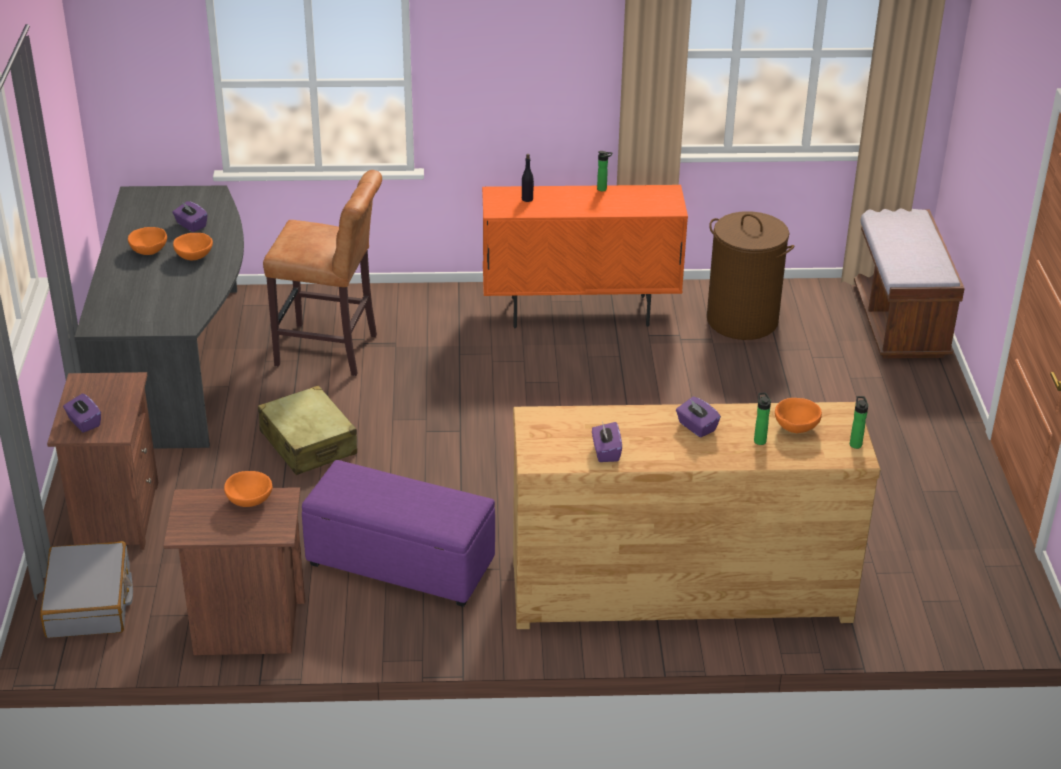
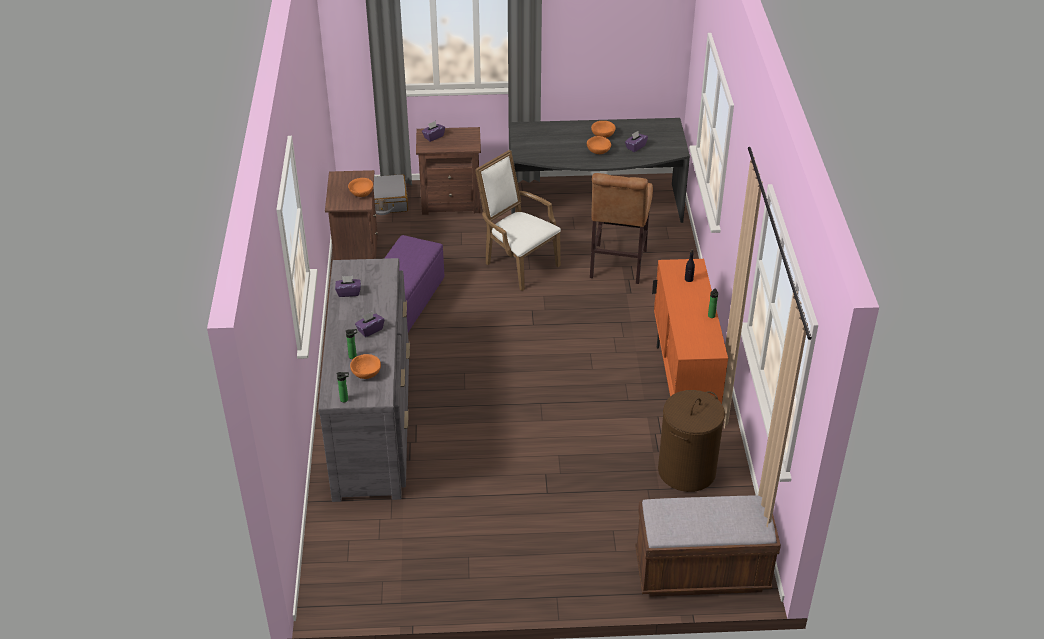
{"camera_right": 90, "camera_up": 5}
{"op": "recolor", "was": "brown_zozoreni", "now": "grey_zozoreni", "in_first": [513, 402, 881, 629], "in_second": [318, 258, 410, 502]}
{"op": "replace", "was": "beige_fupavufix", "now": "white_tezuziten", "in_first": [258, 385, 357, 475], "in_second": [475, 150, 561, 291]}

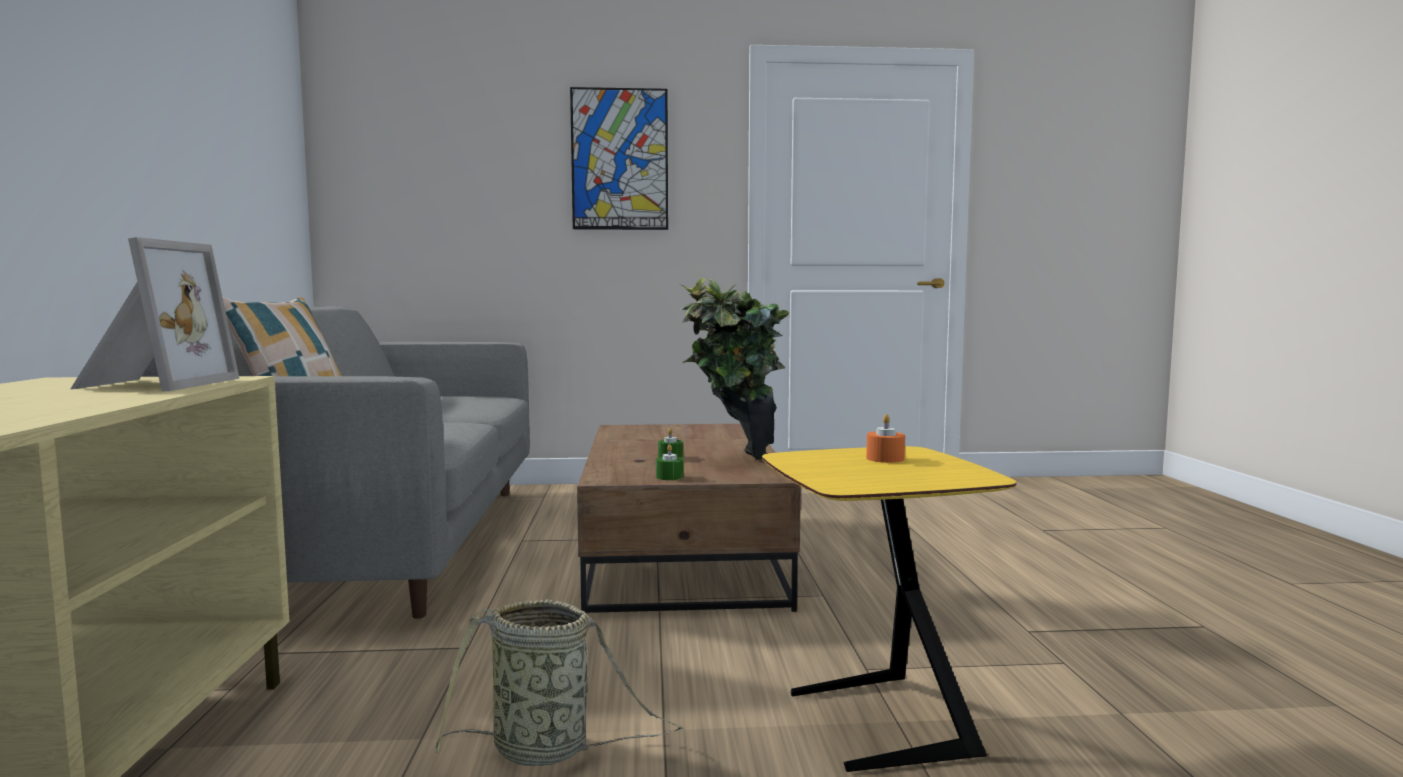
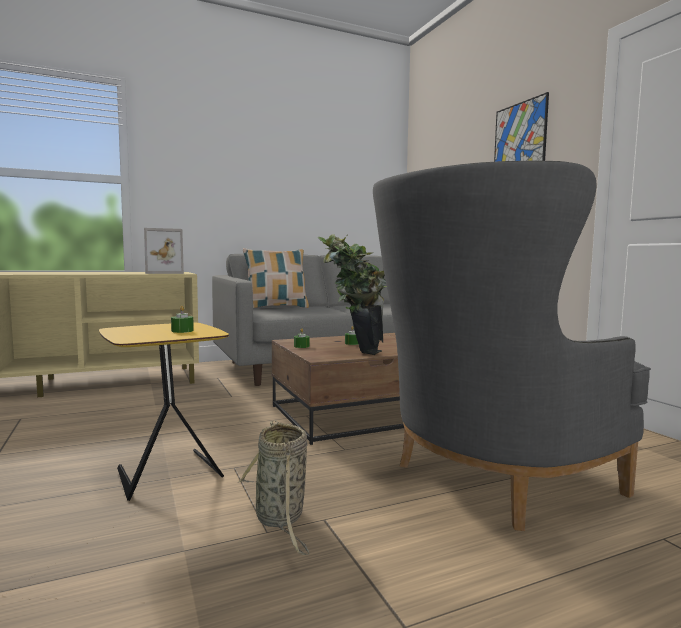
{"camera_right": 70, "camera_up": 0}
{"op": "recolor", "was": "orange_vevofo", "now": "green_vevofo", "in_first": [866, 414, 905, 463], "in_second": [171, 306, 194, 333]}
{"op": "move", "was": "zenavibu", "in_first": [435, 599, 684, 766], "in_second": [237, 420, 310, 555]}
{"op": "insert", "now": "grey_tezuziten", "in_second": [373, 161, 651, 531]}

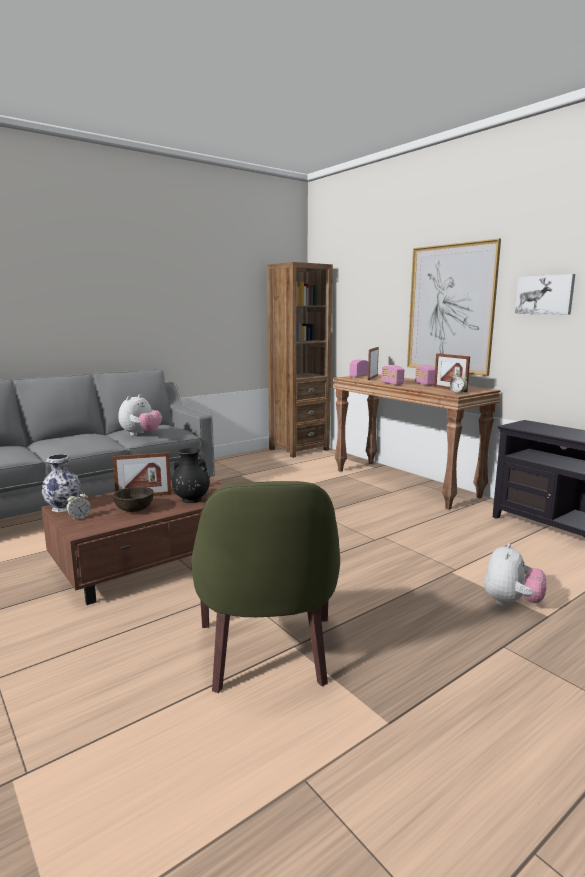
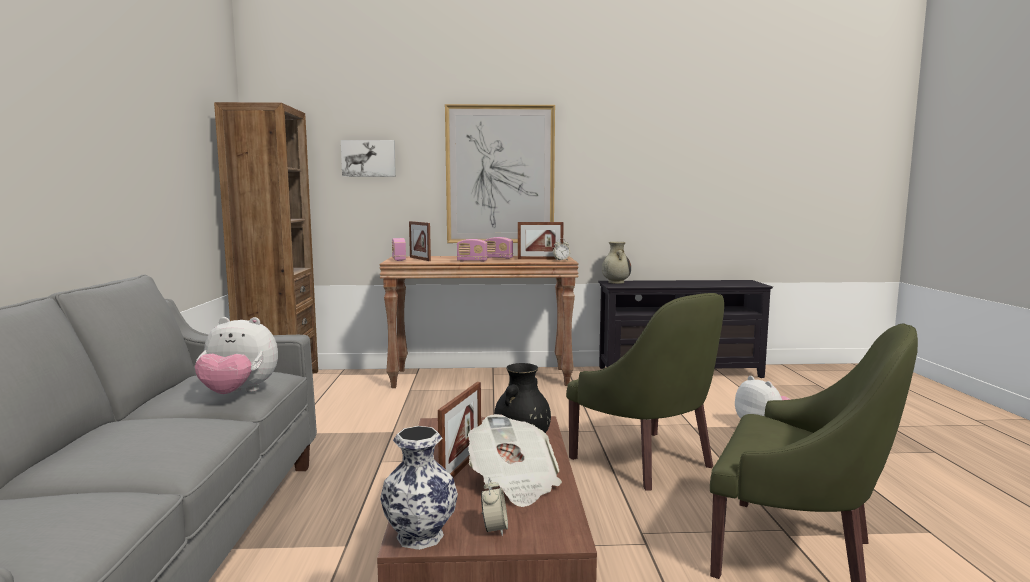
{"camera_right": -55, "camera_up": -5}
{"op": "rotate", "was": "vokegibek", "in_first": [119, 394, 162, 436], "in_second": [194, 317, 278, 394], "clockwise": 120}
{"op": "move", "was": "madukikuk", "in_first": [515, 274, 575, 314], "in_second": [341, 140, 396, 177]}
{"op": "replace", "was": "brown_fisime", "now": "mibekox", "in_first": [113, 487, 154, 512], "in_second": [468, 414, 562, 507]}
{"op": "insert", "now": "green_tezuziten", "in_second": [566, 293, 724, 491]}
{"op": "insert", "now": "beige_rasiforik", "in_second": [602, 242, 631, 284]}

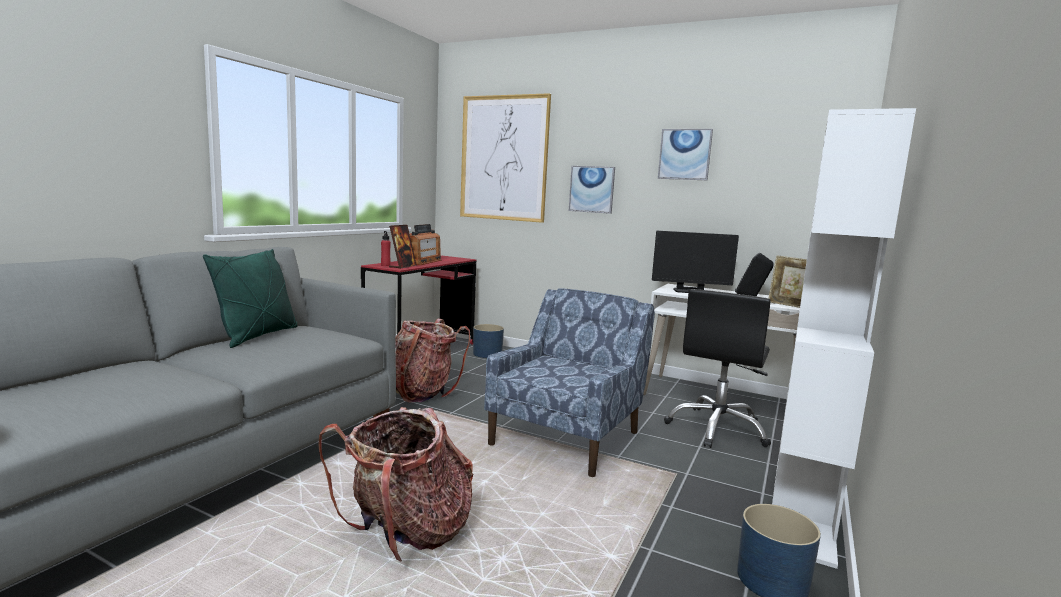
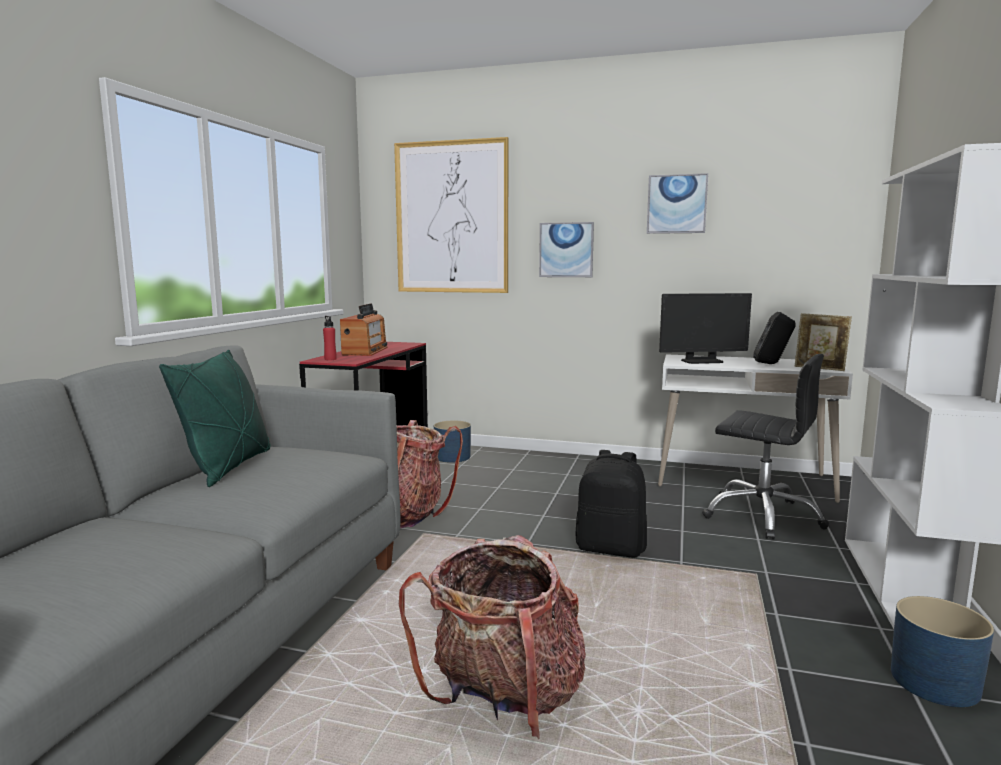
{"camera_right": -10, "camera_up": 0}
{"op": "replace", "was": "blue_tezuziten", "now": "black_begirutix", "in_first": [484, 288, 655, 477], "in_second": [575, 450, 647, 558]}
{"op": "rotate", "was": "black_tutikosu", "in_first": [664, 289, 771, 448], "in_second": [702, 354, 829, 540], "clockwise": -75}
{"op": "delete", "was": "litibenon", "in_first": [389, 225, 417, 269]}

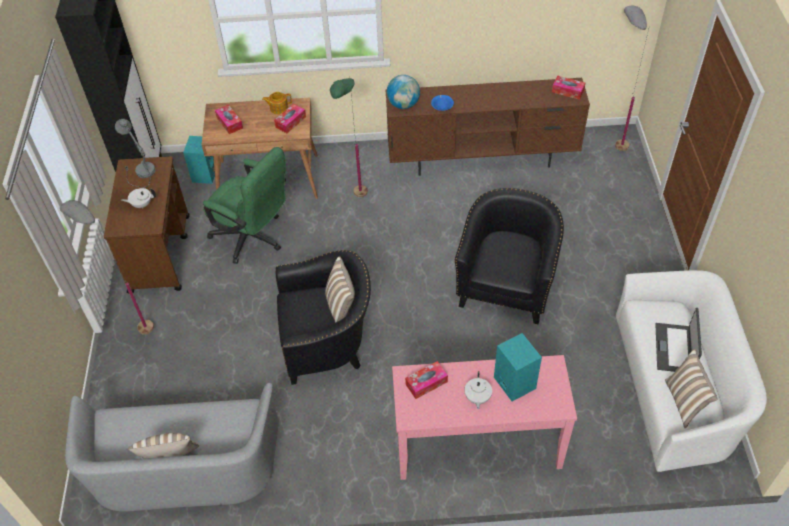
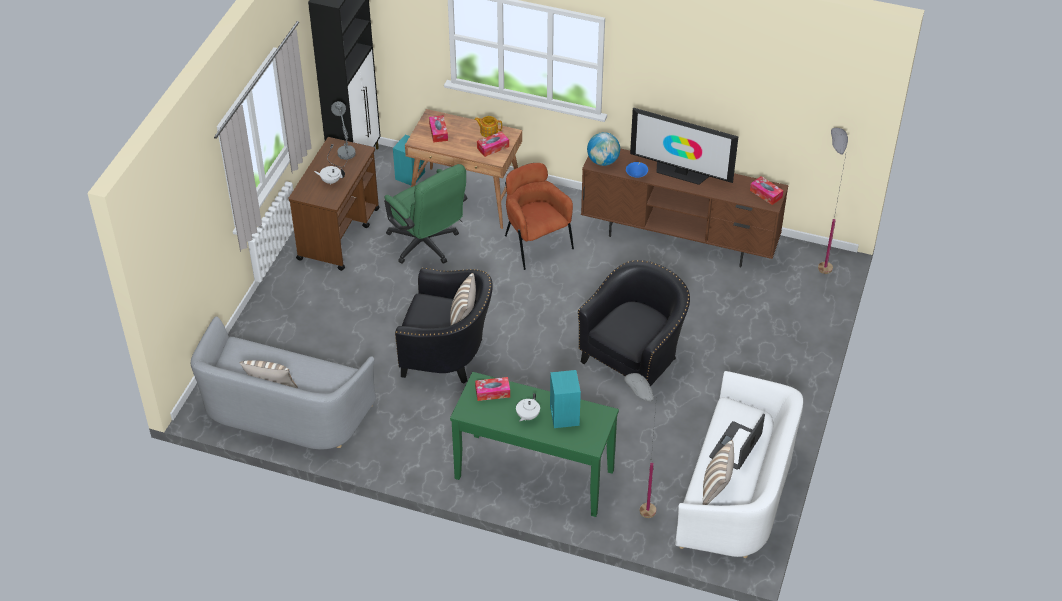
{"camera_right": 20, "camera_up": -5}
{"op": "recolor", "was": "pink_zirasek", "now": "green_zirasek", "in_first": [392, 355, 577, 480], "in_second": [450, 372, 619, 517]}
{"op": "replace", "was": "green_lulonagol", "now": "brown_tezuziten", "in_first": [330, 78, 368, 197], "in_second": [505, 163, 574, 270]}
{"op": "move", "was": "grey_lulonagol", "in_first": [60, 200, 154, 335], "in_second": [624, 373, 657, 518]}
{"op": "insert", "now": "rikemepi", "in_second": [630, 108, 738, 185]}

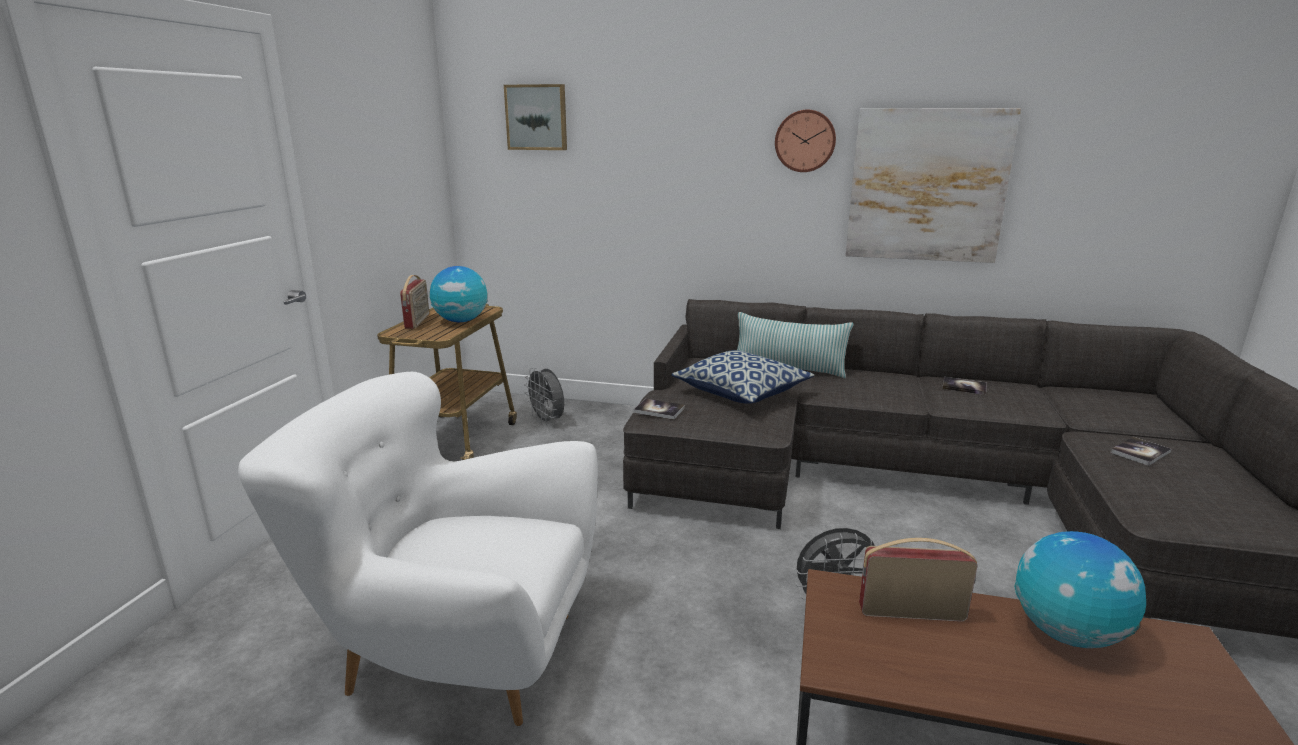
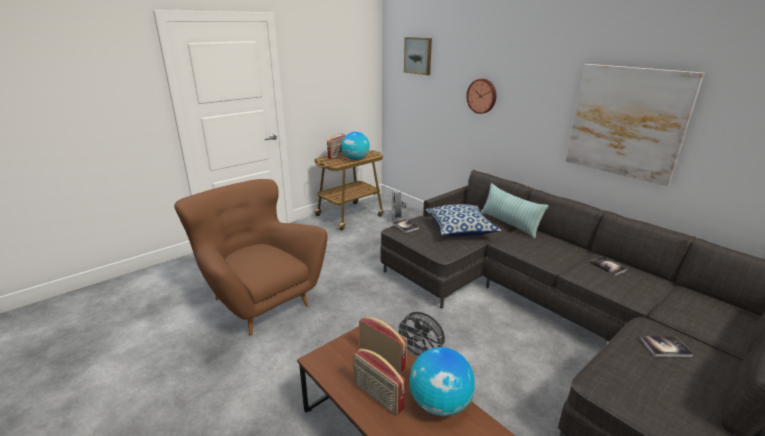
{"camera_right": 35, "camera_up": 5}
{"op": "recolor", "was": "white_tezuziten", "now": "brown_tezuziten", "in_first": [238, 372, 598, 726], "in_second": [174, 179, 327, 336]}
{"op": "insert", "now": "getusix", "in_second": [353, 348, 405, 415]}
{"op": "move", "was": "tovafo", "in_first": [775, 110, 836, 172], "in_second": [466, 79, 496, 114]}

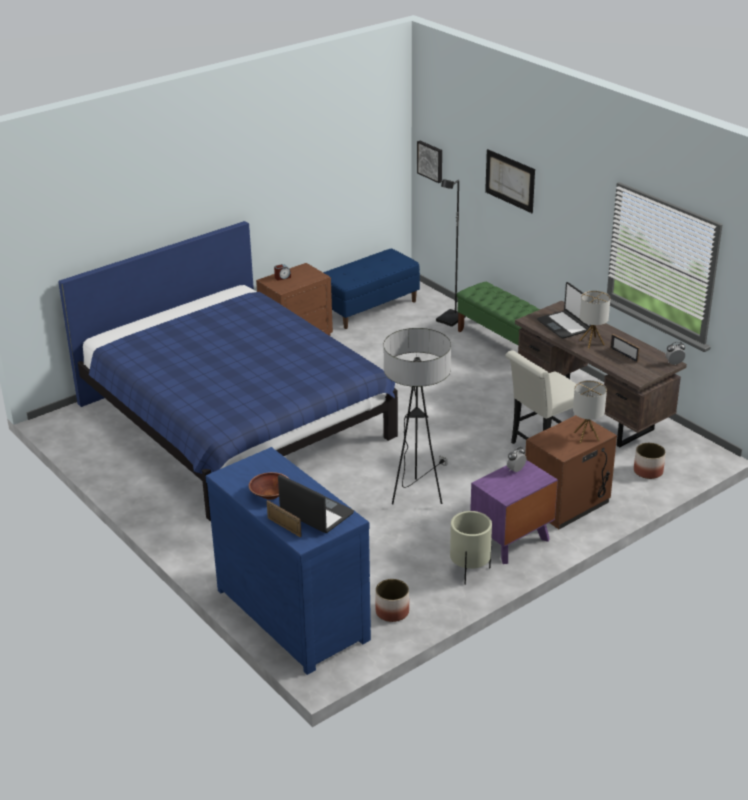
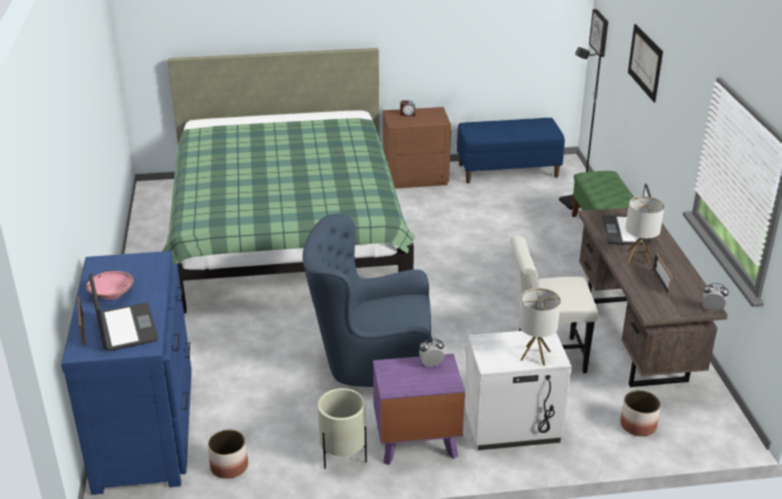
{"camera_right": 30, "camera_up": 0}
{"op": "recolor", "was": "brown_fisime", "now": "pink_fisime", "in_first": [249, 472, 288, 500], "in_second": [86, 271, 134, 300]}
{"op": "recolor", "was": "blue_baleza", "now": "green_baleza", "in_first": [58, 221, 398, 521], "in_second": [162, 48, 416, 313]}
{"op": "replace", "was": "lulonagol", "now": "blue_tezuziten", "in_first": [384, 328, 451, 505], "in_second": [303, 214, 433, 387]}
{"op": "recolor", "was": "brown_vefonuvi", "now": "white_vefonuvi", "in_first": [525, 415, 617, 529], "in_second": [464, 331, 572, 450]}

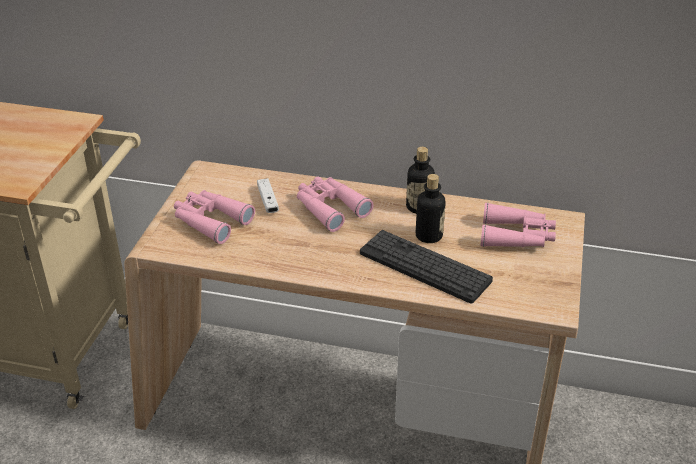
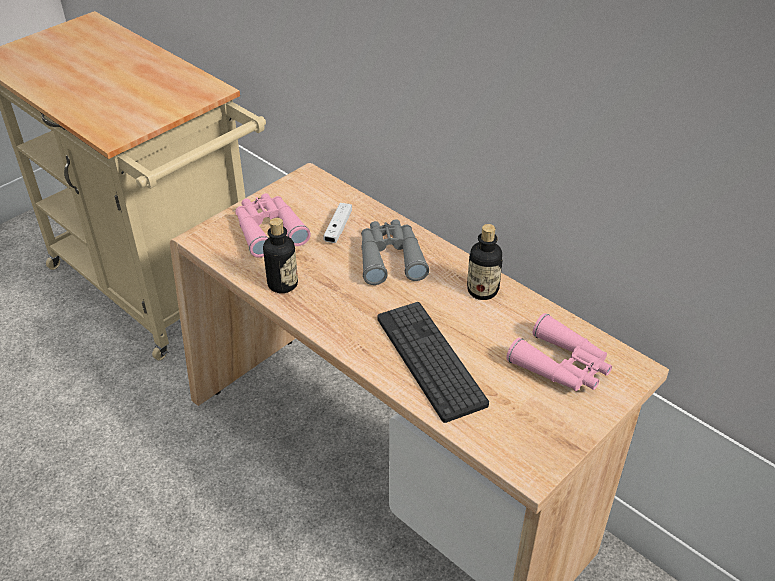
{"camera_right": 30, "camera_up": 5}
{"op": "move", "was": "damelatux", "in_first": [416, 174, 445, 243], "in_second": [263, 218, 298, 293]}
{"op": "recolor", "was": "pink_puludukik", "now": "grey_puludukik", "in_first": [297, 177, 374, 232], "in_second": [361, 219, 429, 285]}

